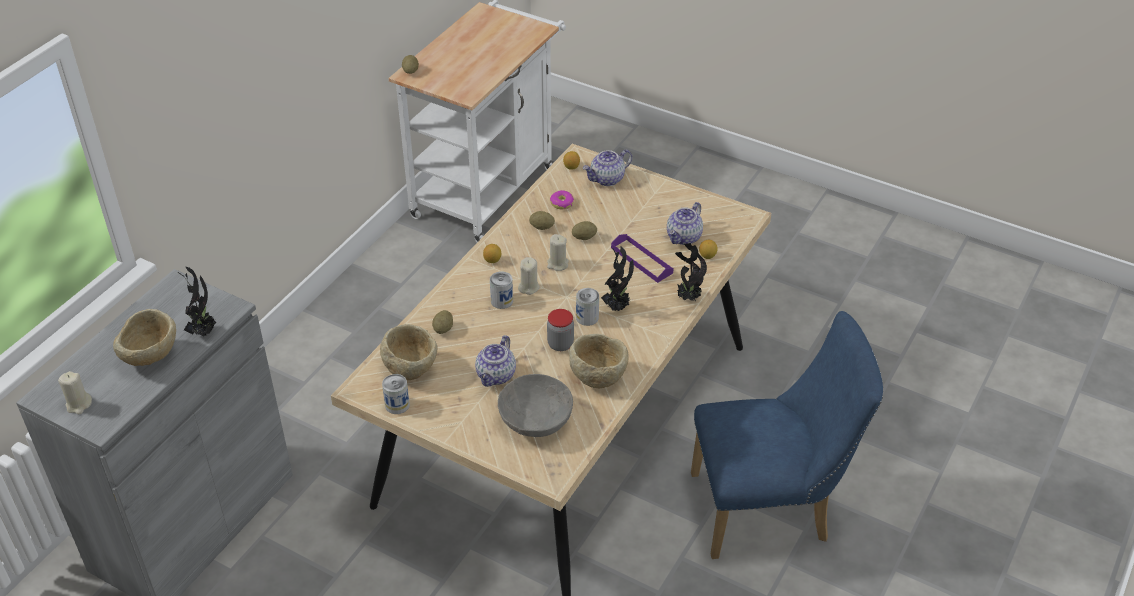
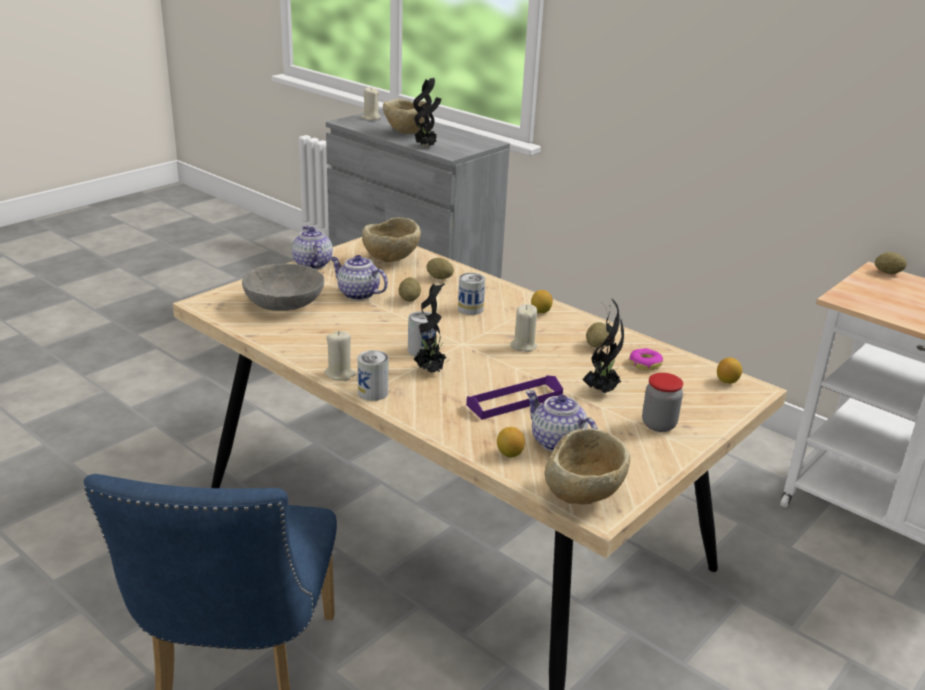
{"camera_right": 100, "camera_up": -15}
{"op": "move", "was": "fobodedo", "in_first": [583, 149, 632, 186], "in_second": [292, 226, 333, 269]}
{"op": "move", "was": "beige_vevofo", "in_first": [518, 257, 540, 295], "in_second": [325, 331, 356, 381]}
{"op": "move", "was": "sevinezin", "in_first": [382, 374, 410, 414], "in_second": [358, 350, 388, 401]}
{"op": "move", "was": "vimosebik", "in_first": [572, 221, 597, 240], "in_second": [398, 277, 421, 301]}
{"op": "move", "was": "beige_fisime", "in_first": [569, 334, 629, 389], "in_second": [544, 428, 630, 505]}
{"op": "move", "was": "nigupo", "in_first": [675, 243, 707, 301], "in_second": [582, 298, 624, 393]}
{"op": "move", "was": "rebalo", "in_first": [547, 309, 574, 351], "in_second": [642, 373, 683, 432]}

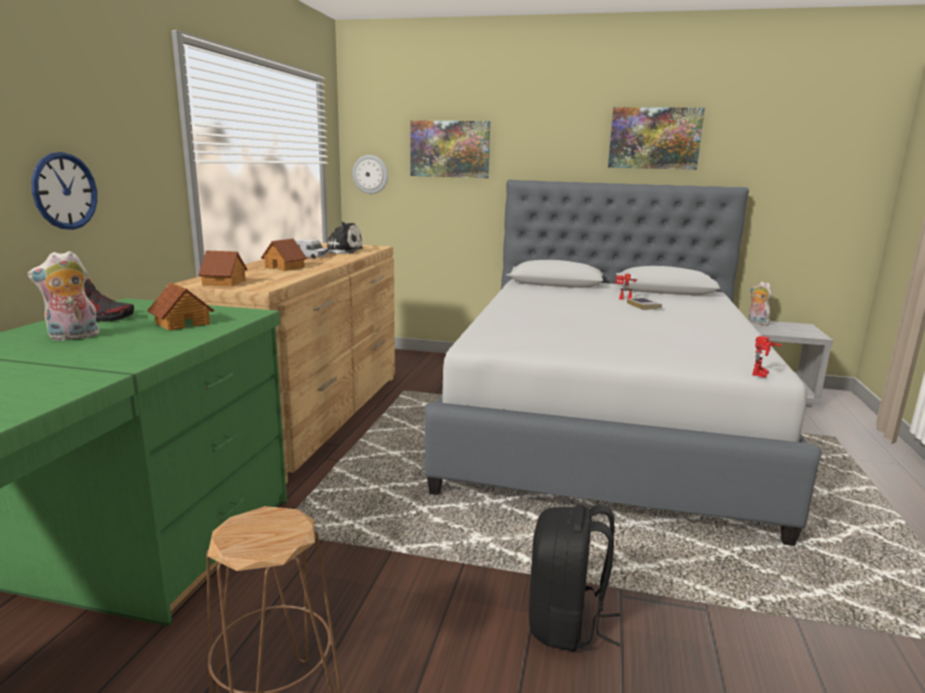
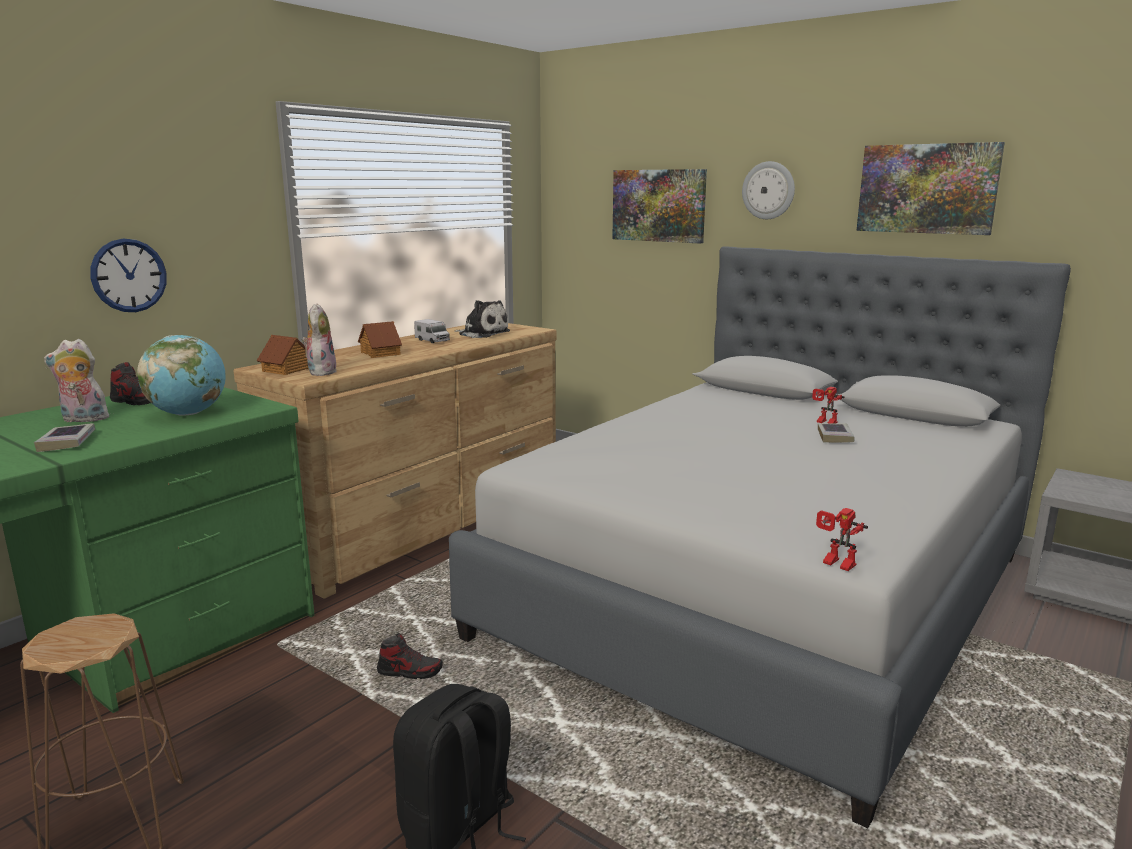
{"camera_right": 25, "camera_up": 0}
{"op": "insert", "now": "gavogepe", "in_second": [34, 423, 95, 452]}
{"op": "replace", "was": "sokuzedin", "now": "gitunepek", "in_first": [147, 282, 215, 331], "in_second": [137, 335, 226, 416]}
{"op": "move", "was": "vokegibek", "in_first": [748, 282, 772, 326], "in_second": [302, 303, 337, 376]}
{"op": "insert", "now": "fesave", "in_second": [377, 633, 443, 679]}
{"op": "move", "was": "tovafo", "in_first": [352, 155, 388, 194], "in_second": [742, 161, 795, 219]}
{"op": "rotate", "was": "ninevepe", "in_first": [752, 336, 783, 378], "in_second": [816, 508, 868, 571], "clockwise": 75}

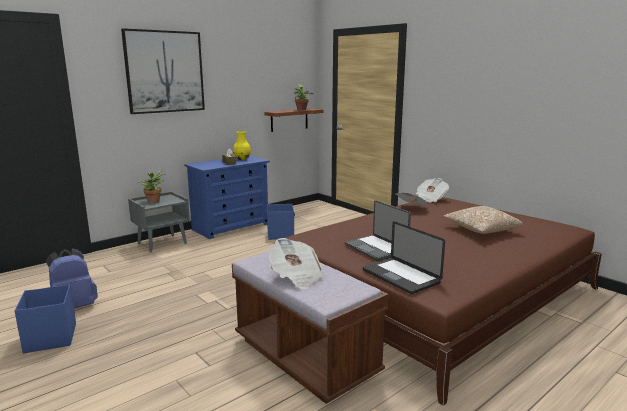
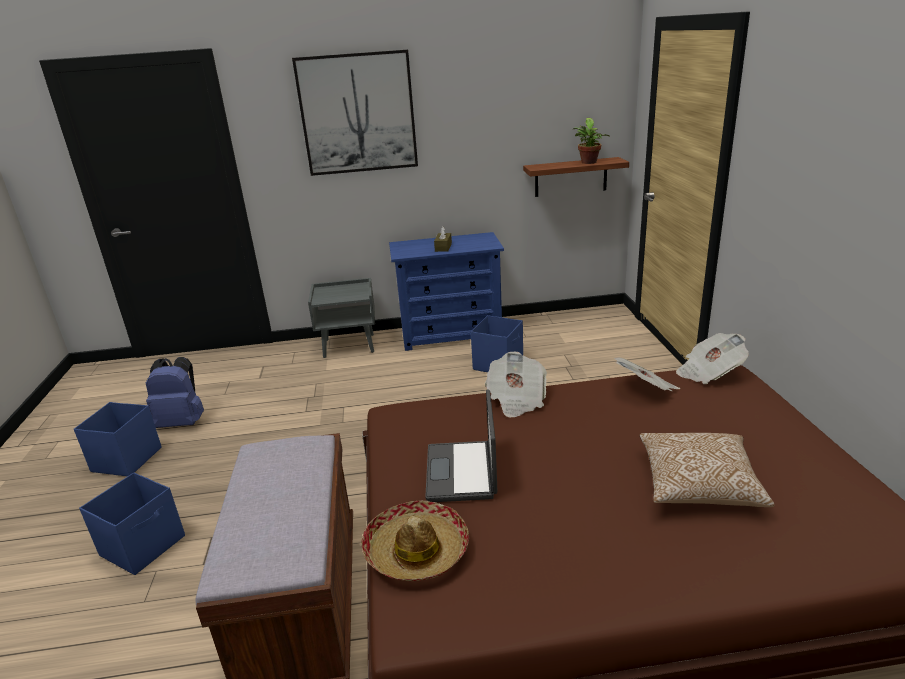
{"camera_right": 35, "camera_up": 10}
{"op": "insert", "now": "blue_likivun", "in_second": [79, 473, 185, 575]}
{"op": "replace", "was": "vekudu", "now": "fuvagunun", "in_first": [363, 221, 445, 294], "in_second": [361, 500, 469, 581]}
{"op": "move", "was": "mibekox", "in_first": [268, 238, 324, 289], "in_second": [485, 352, 547, 418]}
{"op": "delete", "was": "nigupo", "in_first": [138, 171, 166, 203]}
{"op": "delete", "was": "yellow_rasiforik", "in_first": [233, 131, 251, 160]}

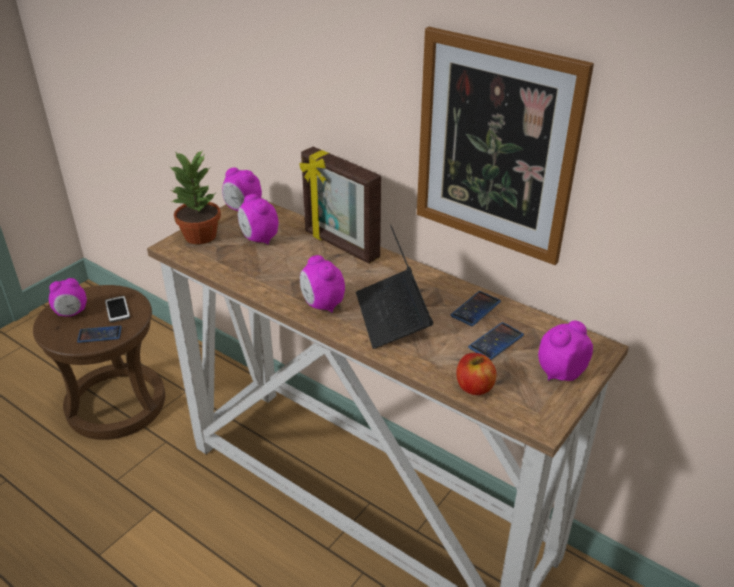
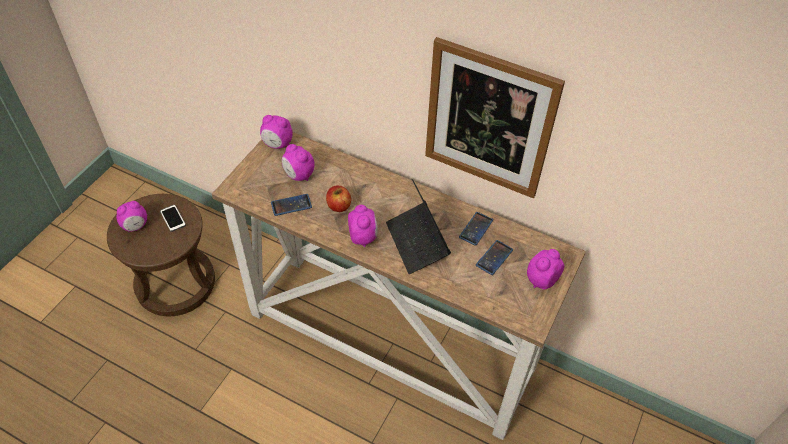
{"camera_right": -10, "camera_up": 15}
{"op": "move", "was": "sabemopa", "in_first": [77, 326, 122, 343], "in_second": [271, 194, 312, 216]}
{"op": "move", "was": "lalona", "in_first": [456, 353, 497, 395], "in_second": [326, 186, 351, 212]}
{"op": "rotate", "was": "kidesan", "in_first": [300, 255, 345, 313], "in_second": [348, 205, 378, 247], "clockwise": -150}
{"op": "delete", "was": "nigupo", "in_first": [169, 151, 221, 244]}
{"op": "delete", "was": "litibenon", "in_first": [300, 147, 381, 264]}

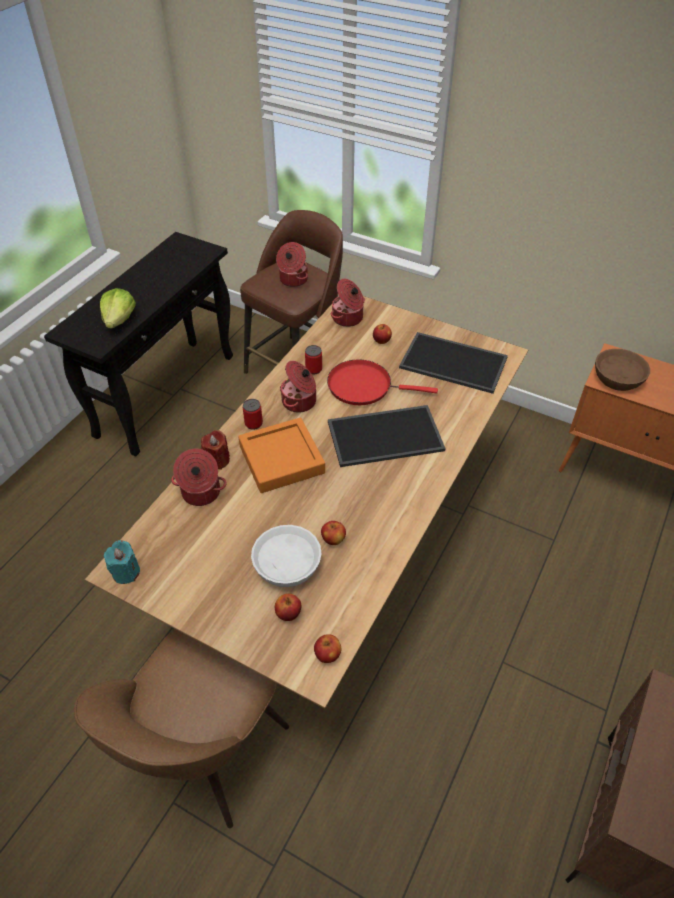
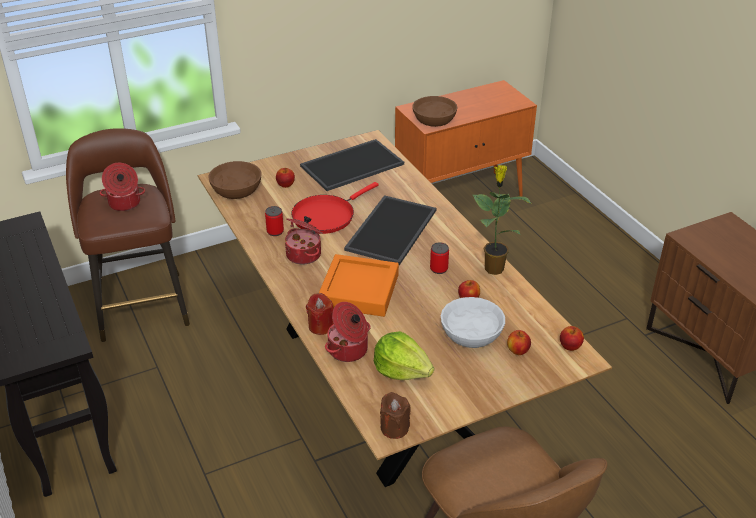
{"camera_right": -55, "camera_up": -10}
{"op": "replace", "was": "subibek", "now": "brown_fisime", "in_first": [331, 279, 365, 327], "in_second": [208, 161, 261, 199]}
{"op": "move", "was": "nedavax", "in_first": [100, 288, 136, 328], "in_second": [374, 331, 434, 380]}
{"op": "recolor", "was": "turquoise_vevofo", "now": "brown_vevofo", "in_first": [104, 540, 140, 584], "in_second": [380, 392, 411, 439]}
{"op": "move", "was": "sevinezin", "in_first": [243, 399, 263, 430], "in_second": [430, 242, 449, 274]}
{"op": "insert", "now": "nigupo", "in_second": [473, 165, 532, 275]}

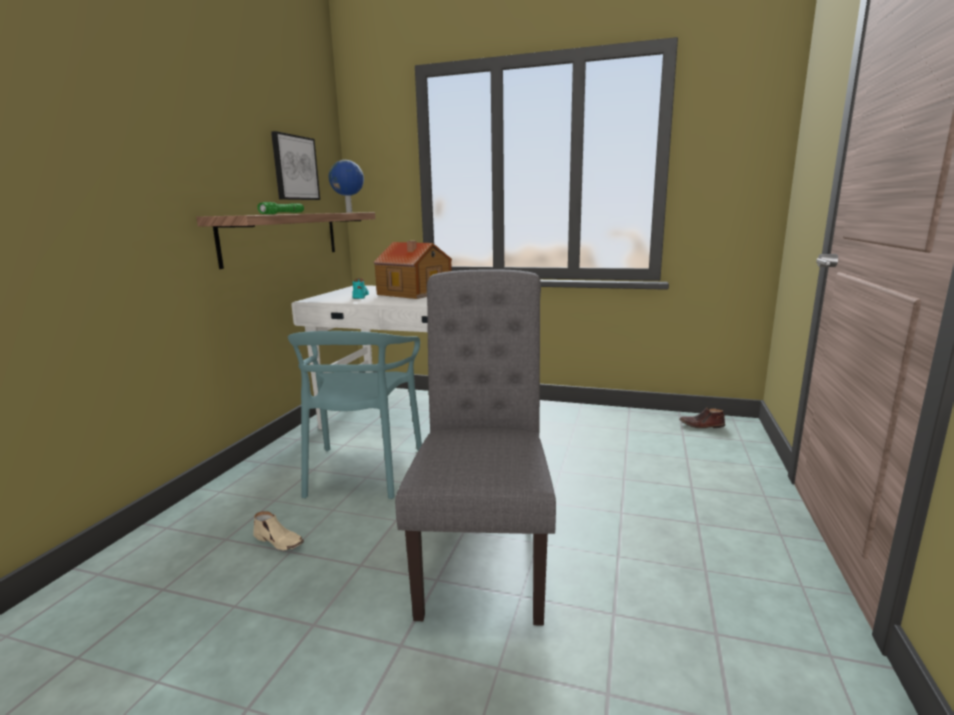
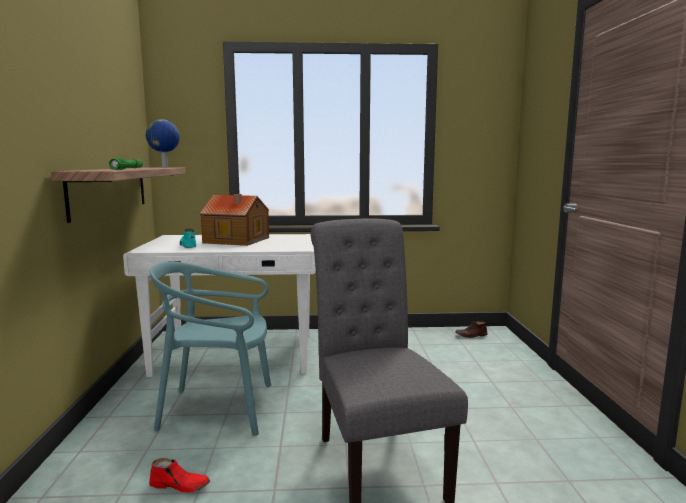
{"camera_right": -20, "camera_up": -5}
{"op": "recolor", "was": "beige_fesave", "now": "red_fesave", "in_first": [253, 511, 304, 550], "in_second": [149, 458, 210, 492]}
{"op": "rotate", "was": "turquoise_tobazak", "in_first": [288, 331, 422, 499], "in_second": [150, 262, 271, 436], "clockwise": 105}
{"op": "delete", "was": "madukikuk", "in_first": [271, 131, 320, 200]}

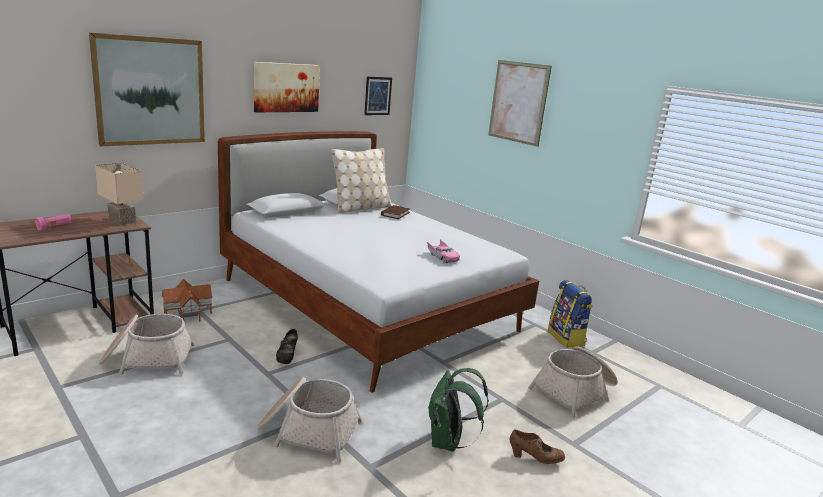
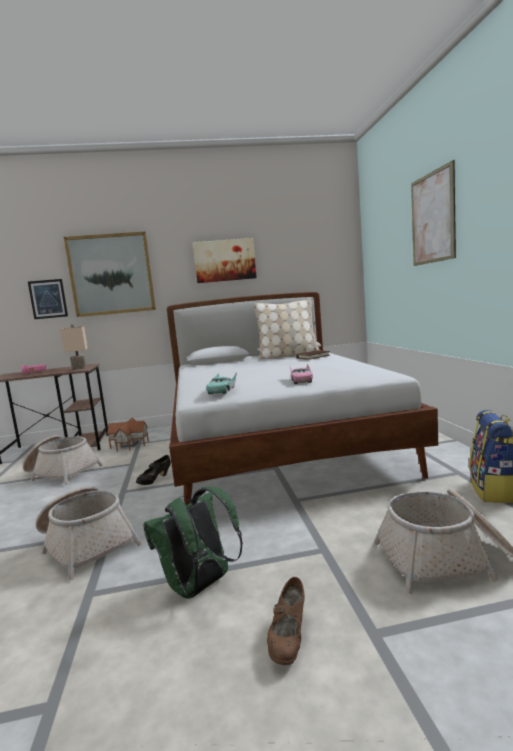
{"camera_right": 35, "camera_up": -10}
{"op": "move", "was": "madukikuk", "in_first": [364, 77, 392, 115], "in_second": [28, 279, 68, 319]}
{"op": "insert", "now": "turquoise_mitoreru", "in_second": [206, 372, 237, 394]}
{"op": "rotate", "was": "brown_fesave", "in_first": [509, 429, 565, 464], "in_second": [267, 577, 305, 665], "clockwise": 60}

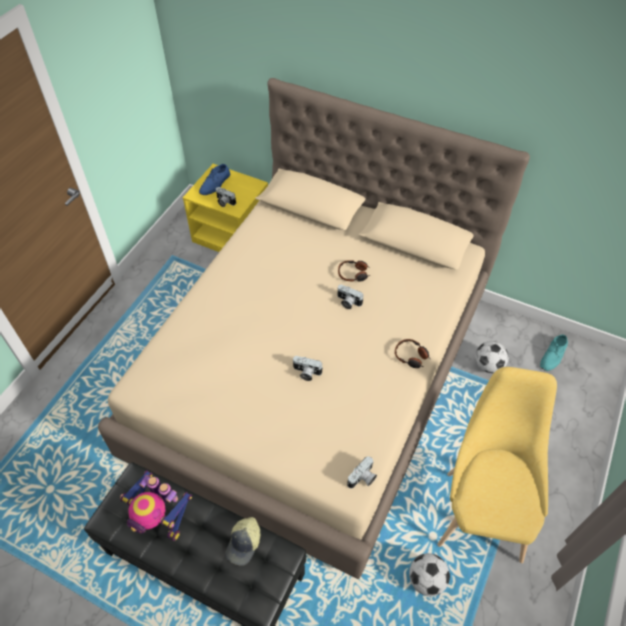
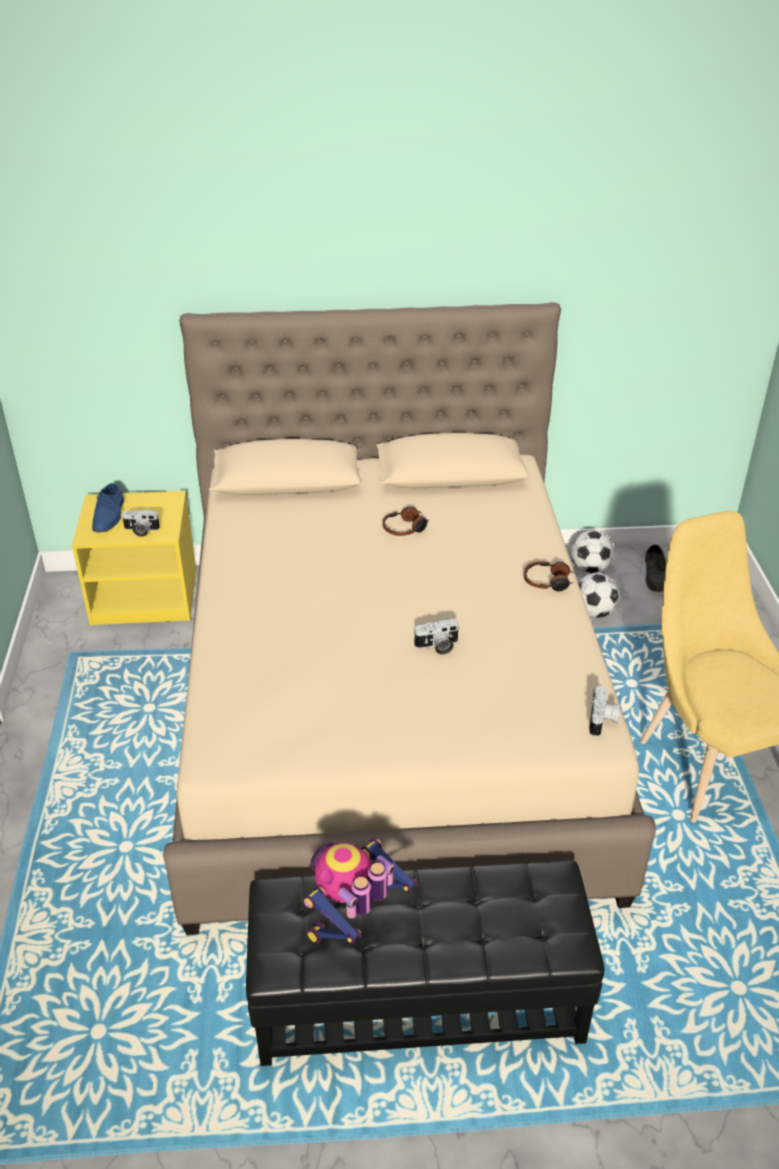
{"camera_right": -30, "camera_up": -15}
{"op": "rotate", "was": "ninevepe", "in_first": [120, 470, 192, 541], "in_second": [304, 838, 417, 944], "clockwise": 135}
{"op": "move", "was": "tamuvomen", "in_first": [409, 553, 450, 597], "in_second": [571, 530, 614, 573]}
{"op": "recolor", "was": "turquoise_fesave", "now": "grey_fesave", "in_first": [540, 335, 568, 371], "in_second": [645, 544, 666, 592]}
{"op": "delete", "was": "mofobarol", "in_first": [225, 517, 260, 566]}
{"op": "delete", "was": "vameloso", "in_first": [337, 285, 364, 309]}

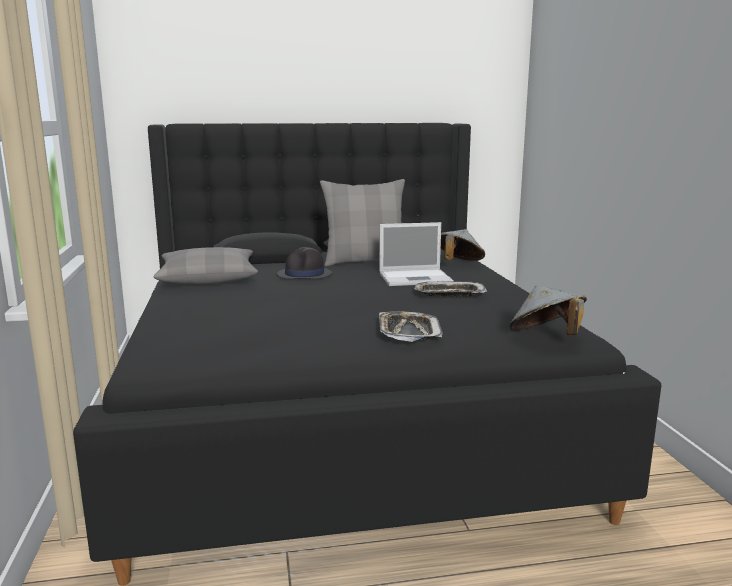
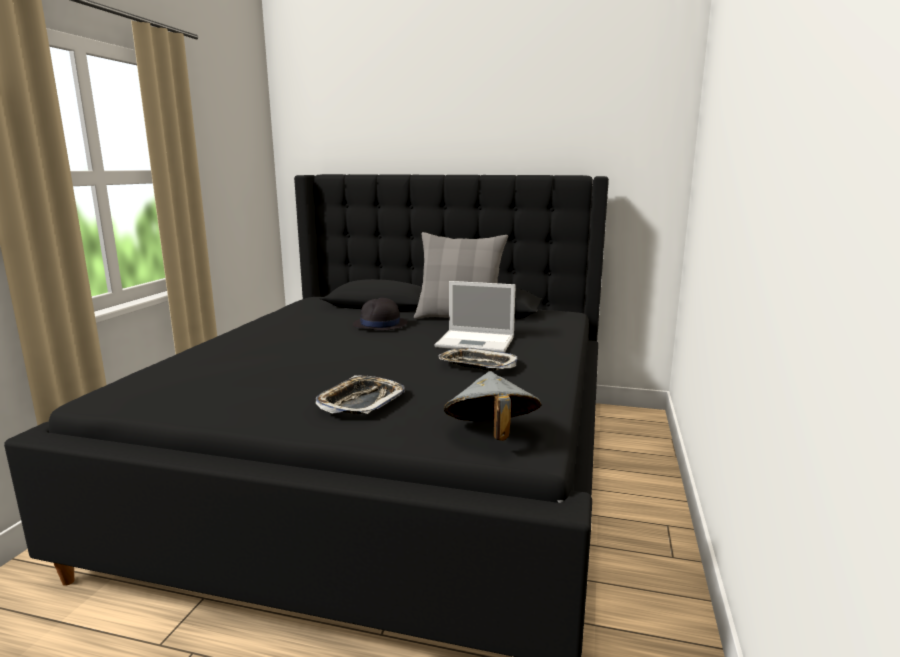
{"camera_right": 25, "camera_up": 0}
{"op": "delete", "was": "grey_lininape", "in_first": [154, 247, 258, 285]}
{"op": "delete", "was": "grey_fuvagunun", "in_first": [441, 229, 485, 261]}

